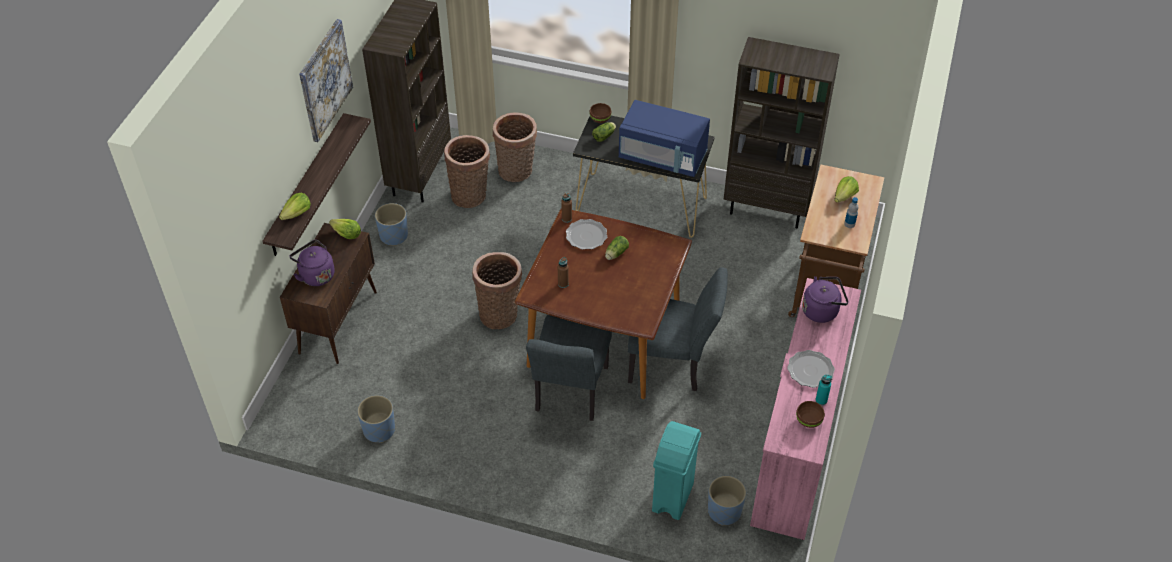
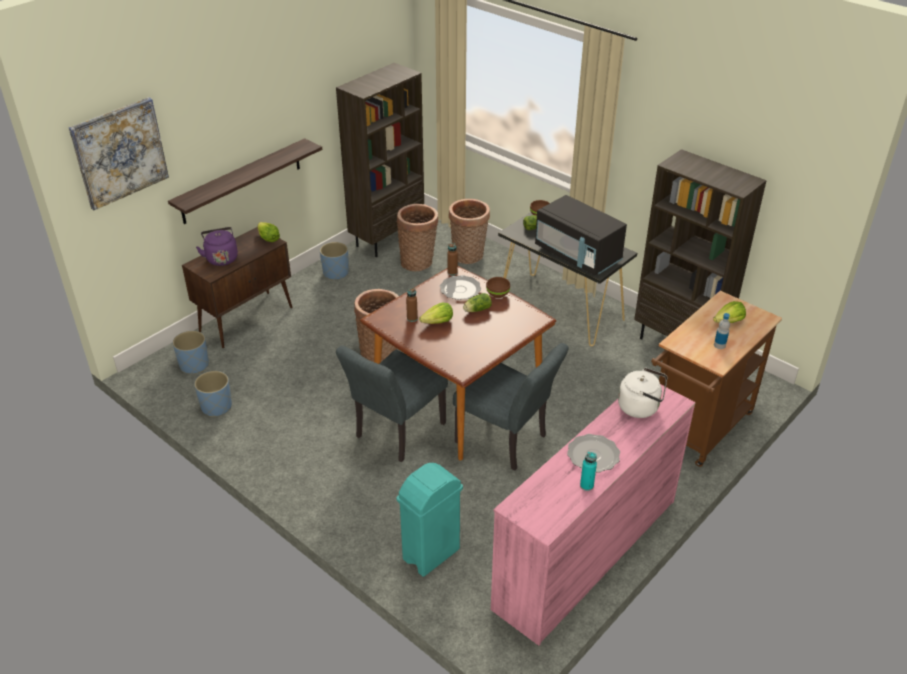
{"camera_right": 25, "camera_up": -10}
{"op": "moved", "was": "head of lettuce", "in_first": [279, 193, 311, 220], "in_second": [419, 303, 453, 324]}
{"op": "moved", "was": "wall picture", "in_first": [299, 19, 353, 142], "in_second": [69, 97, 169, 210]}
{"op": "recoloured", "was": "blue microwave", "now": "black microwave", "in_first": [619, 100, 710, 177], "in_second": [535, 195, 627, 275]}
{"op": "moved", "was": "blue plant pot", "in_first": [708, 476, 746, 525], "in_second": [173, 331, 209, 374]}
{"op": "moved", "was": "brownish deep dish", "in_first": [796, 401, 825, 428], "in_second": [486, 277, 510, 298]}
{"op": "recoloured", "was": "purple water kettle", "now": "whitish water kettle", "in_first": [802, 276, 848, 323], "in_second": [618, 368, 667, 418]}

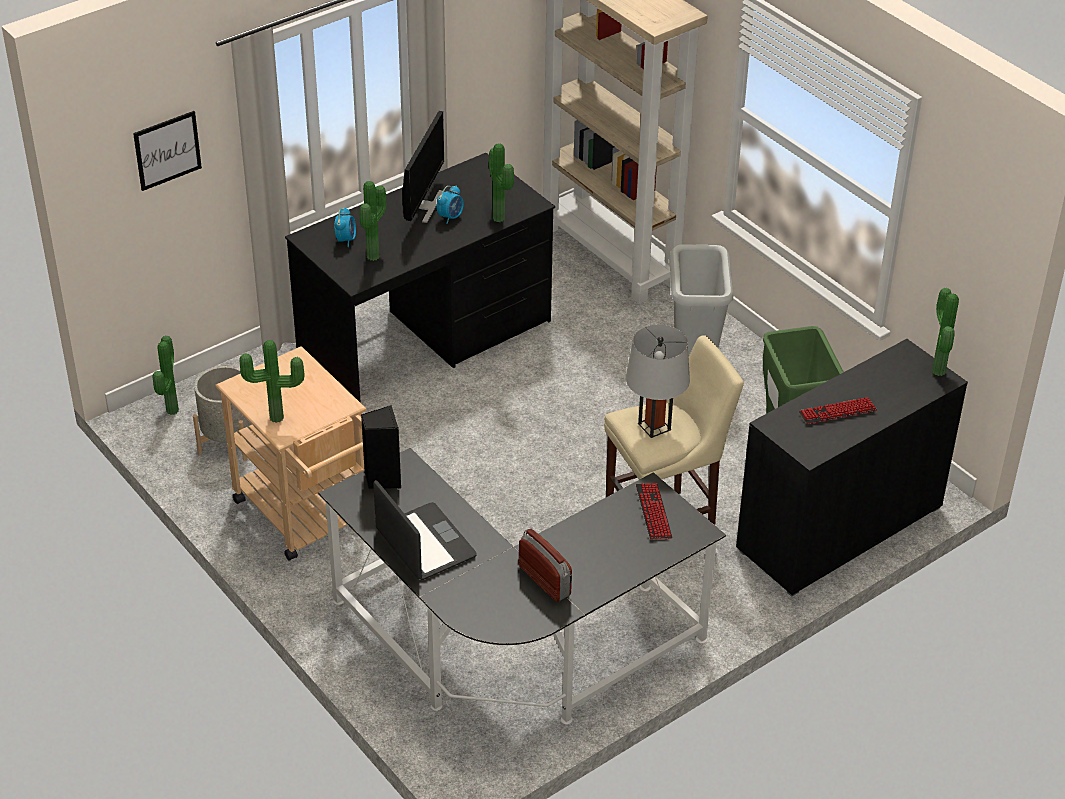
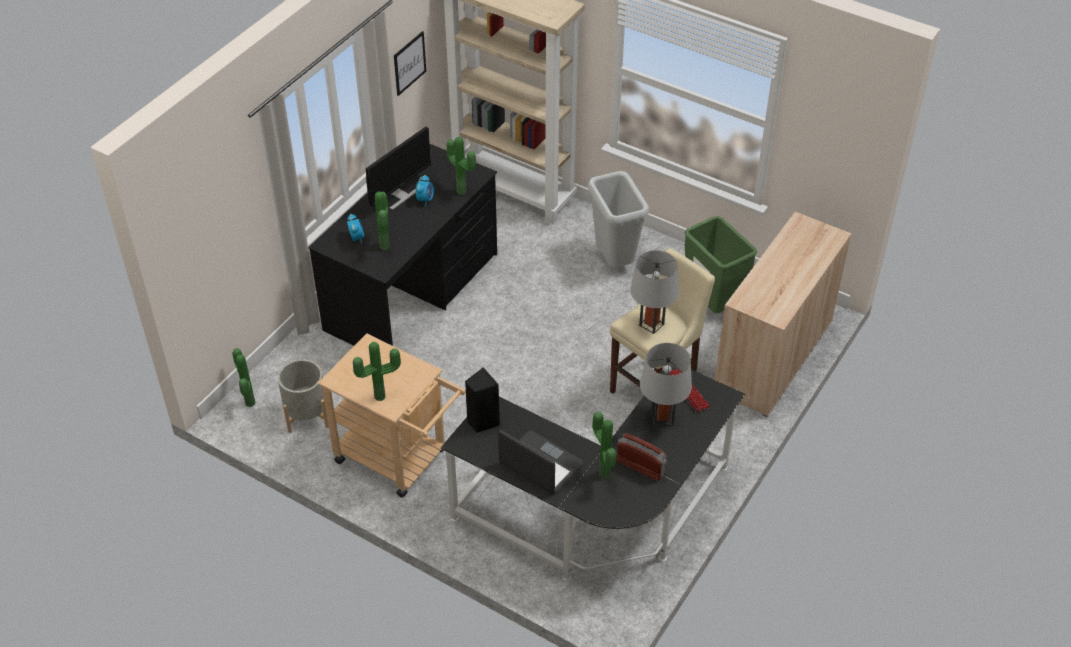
{"camera_right": -20, "camera_up": 5}
{"op": "moved", "was": "wall picture", "in_first": [133, 111, 202, 191], "in_second": [394, 31, 426, 96]}
{"op": "turned", "was": "computer screen", "in_first": [403, 111, 444, 223], "in_second": [366, 127, 431, 210], "clockwise": 45}
{"op": "recoloured", "was": "black cupboard", "now": "sand-coloured cupboard", "in_first": [736, 339, 968, 597], "in_second": [715, 212, 852, 417]}
{"op": "removed", "was": "PC keyboard", "in_first": [799, 397, 877, 424]}
{"op": "moved", "was": "potted plant", "in_first": [932, 288, 959, 376], "in_second": [592, 412, 617, 479]}
{"op": "added", "now": "greyish tabletop lamp", "in_second": [640, 343, 692, 427]}

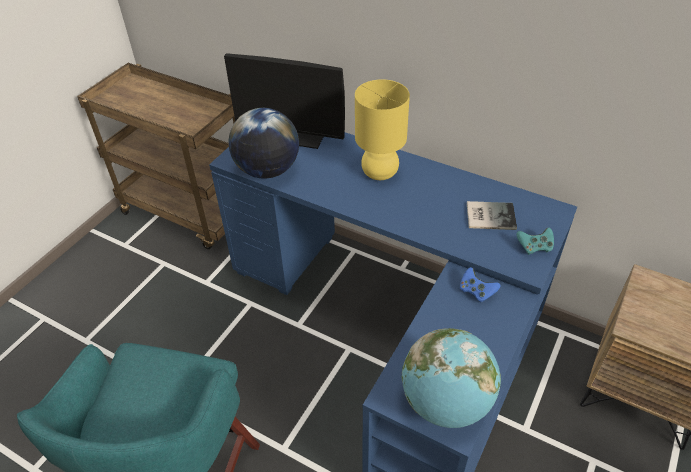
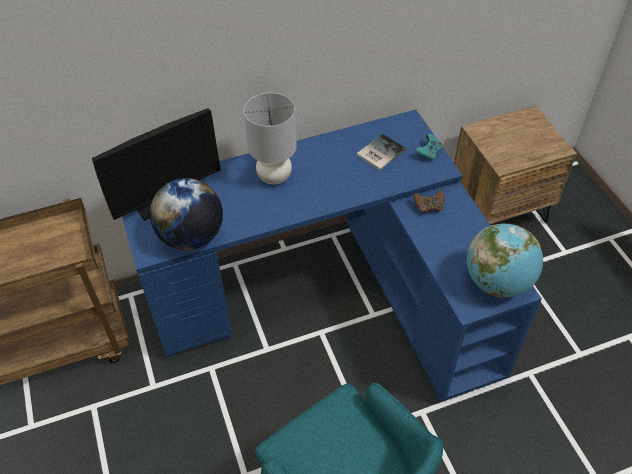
{"camera_right": -50, "camera_up": 5}
{"op": "recoloured", "was": "yellow-coloured tabletop lamp", "now": "greyish tabletop lamp", "in_first": [355, 79, 410, 180], "in_second": [244, 93, 297, 185]}
{"op": "recoloured", "was": "blue joypad", "now": "brownish joypad", "in_first": [460, 267, 501, 302], "in_second": [413, 190, 444, 214]}

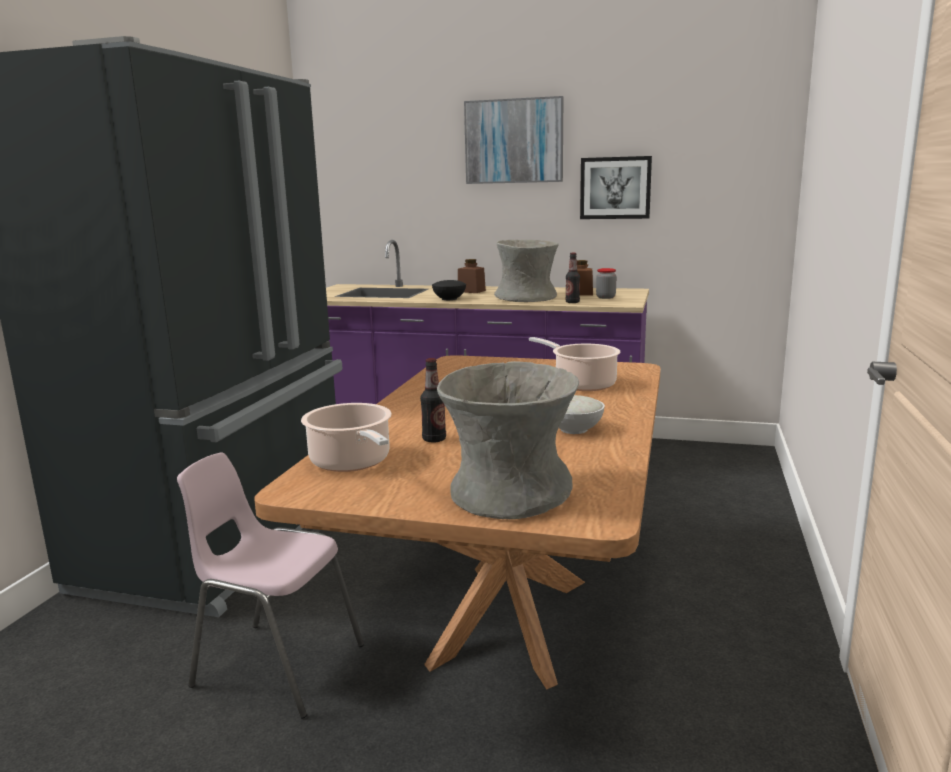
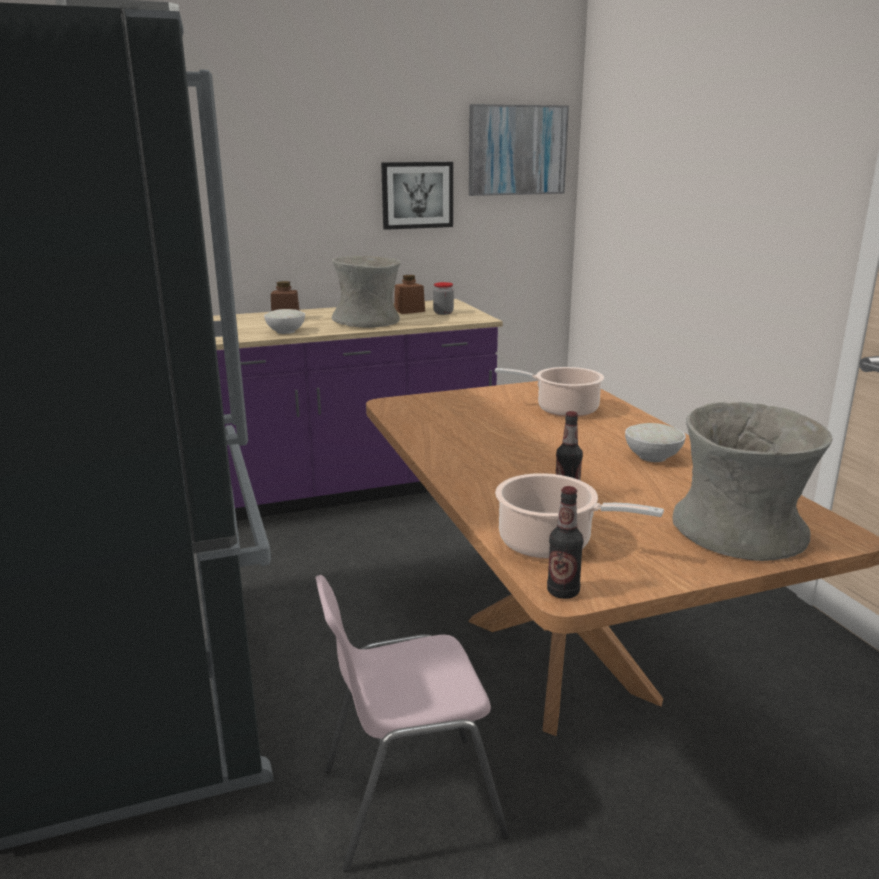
{"camera_right": -35, "camera_up": 5}
{"op": "recoloured", "was": "black deep dish", "now": "whitish deep dish", "in_first": [432, 280, 466, 300], "in_second": [264, 309, 305, 334]}
{"op": "moved", "was": "wall picture", "in_first": [464, 96, 563, 184], "in_second": [469, 104, 569, 196]}
{"op": "moved", "was": "beverage bottle", "in_first": [565, 253, 580, 303], "in_second": [547, 486, 583, 599]}

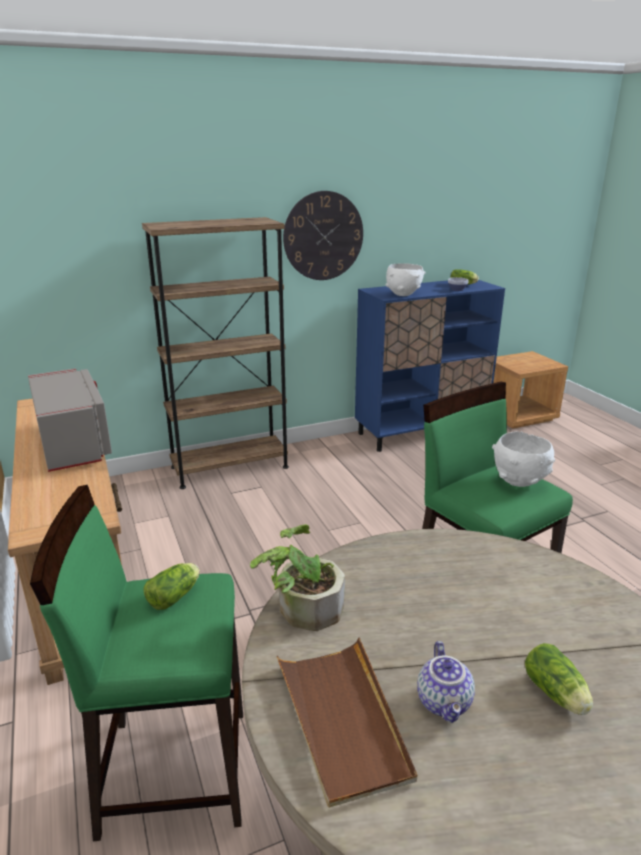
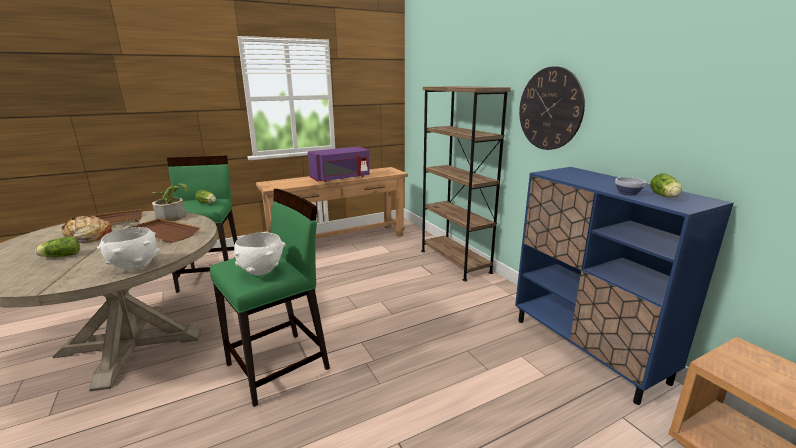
{"camera_right": 85, "camera_up": -5}
{"op": "recoloured", "was": "greyish microwave", "now": "purple microwave", "in_first": [28, 368, 112, 472], "in_second": [308, 146, 370, 182]}
{"op": "moved", "was": "whitish deep dish", "in_first": [386, 263, 426, 296], "in_second": [97, 227, 160, 270]}
{"op": "replaced", "was": "teapot", "now": "baked bread", "in_first": [417, 641, 475, 723], "in_second": [63, 216, 112, 243]}
{"op": "added", "now": "brownish serving tray", "in_second": [128, 219, 200, 243]}

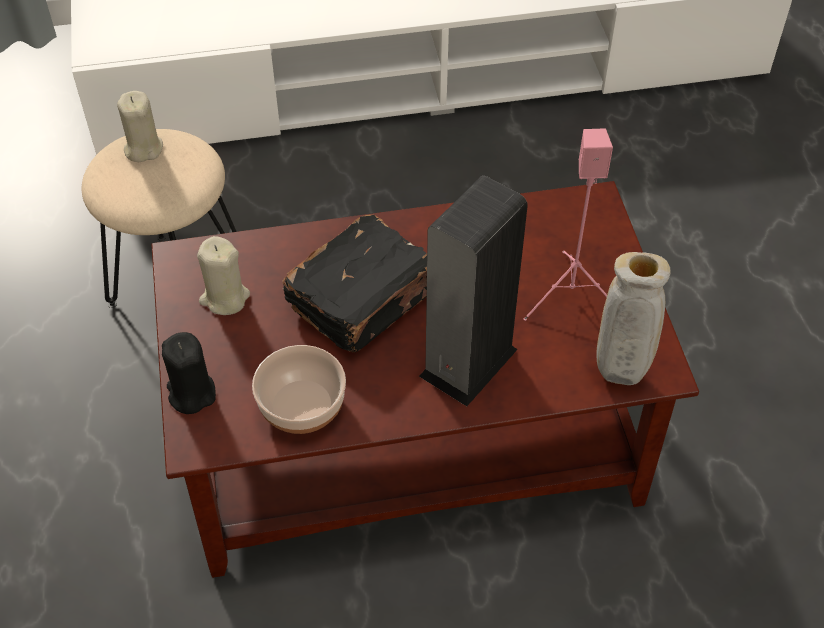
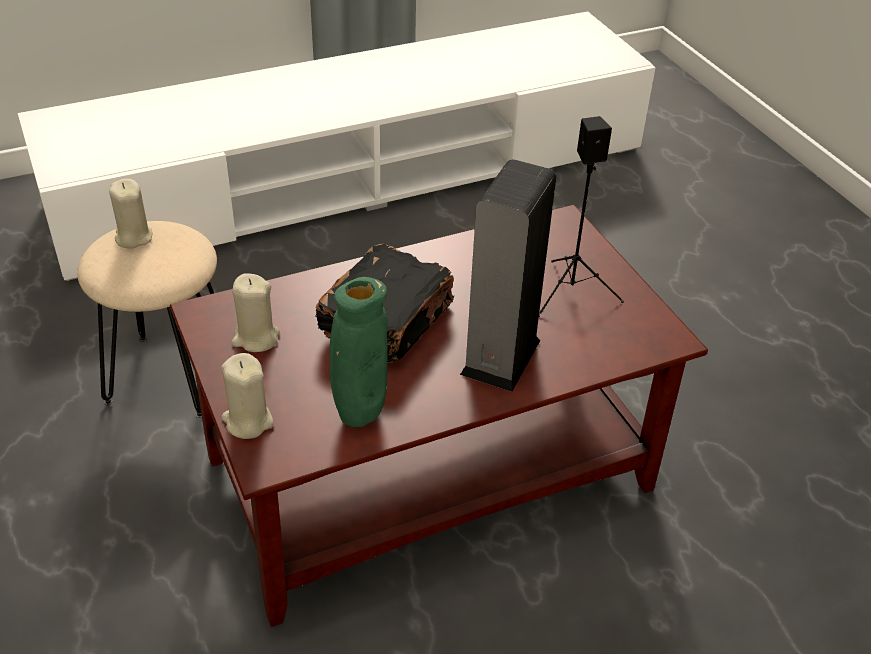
{"camera_right": -15, "camera_up": -10}
{"op": "recoloured", "was": "black candle", "now": "sand-coloured candle", "in_first": [162, 332, 216, 414], "in_second": [221, 353, 274, 439]}
{"op": "replaced", "was": "deep dish", "now": "greenish decorative vase", "in_first": [252, 345, 346, 434], "in_second": [330, 277, 388, 427]}
{"op": "recoloured", "was": "pink-coloured speaker", "now": "black speaker", "in_first": [523, 128, 613, 321], "in_second": [539, 116, 624, 317]}
{"op": "removed", "was": "sand-coloured decorative vase", "in_first": [596, 252, 671, 385]}

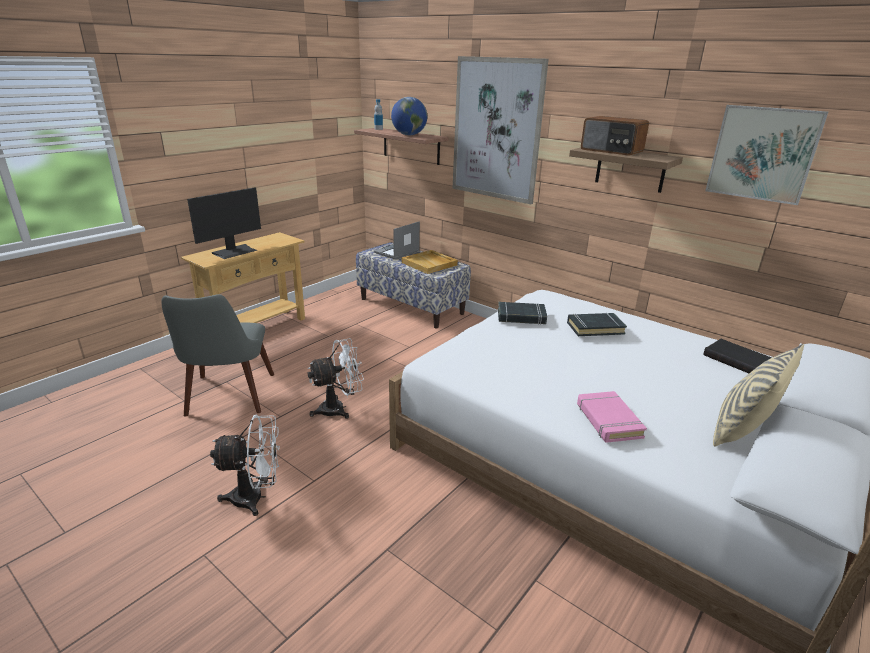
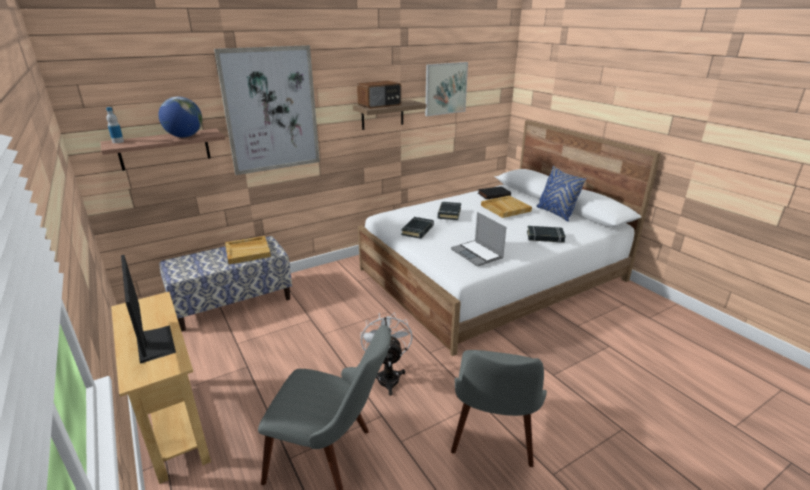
{"camera_right": -70, "camera_up": 0}
{"op": "replaced", "was": "whitish electric fan", "now": "greyish upright chair", "in_first": [210, 415, 280, 516], "in_second": [451, 350, 547, 467]}
{"op": "moved", "was": "notebook computer", "in_first": [374, 221, 420, 259], "in_second": [451, 212, 506, 267]}
{"op": "recoloured", "was": "pink-coloured book", "now": "black book", "in_first": [577, 391, 647, 443], "in_second": [527, 226, 566, 243]}
{"op": "recoloured", "was": "sand-coloured pillow", "now": "blue pillow", "in_first": [713, 344, 804, 447], "in_second": [536, 166, 586, 221]}
{"op": "added", "now": "sand-coloured serving tray", "in_second": [481, 196, 532, 218]}

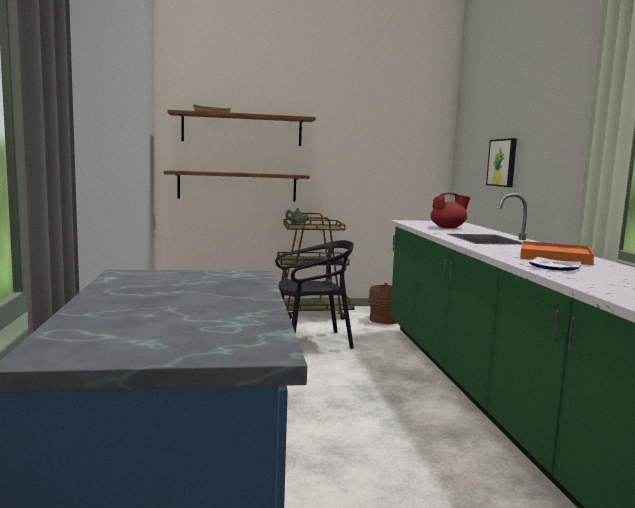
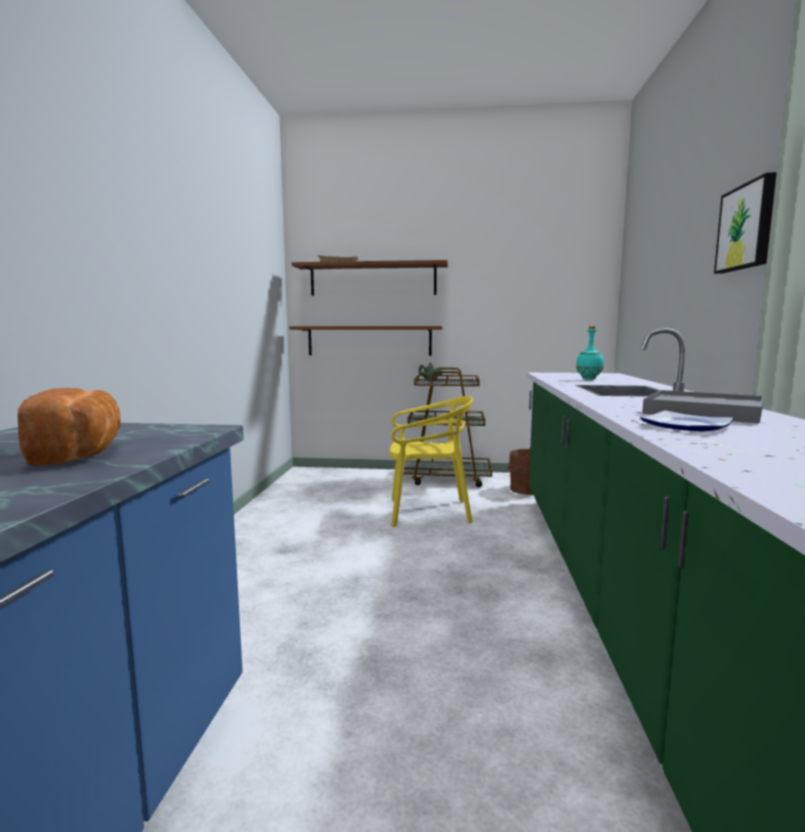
{"camera_right": 15, "camera_up": 0}
{"op": "recoloured", "was": "black upright chair", "now": "yellow-coloured upright chair", "in_first": [275, 240, 354, 349], "in_second": [389, 396, 473, 527]}
{"op": "replaced", "was": "red-coloured teapot", "now": "blue-green beverage bottle", "in_first": [430, 193, 470, 228], "in_second": [576, 326, 604, 380]}
{"op": "moved", "was": "wall picture", "in_first": [486, 138, 517, 187], "in_second": [714, 172, 777, 274]}
{"op": "recoloured", "was": "orangey serving tray", "now": "greyish serving tray", "in_first": [520, 241, 594, 265], "in_second": [642, 390, 764, 424]}
{"op": "added", "now": "baked bread", "in_second": [18, 388, 121, 466]}

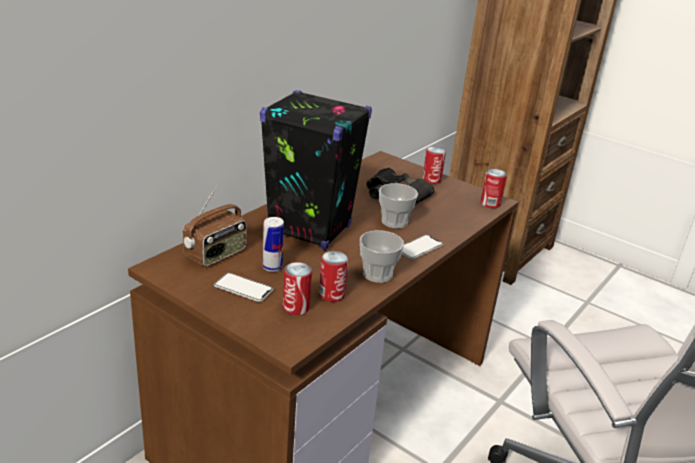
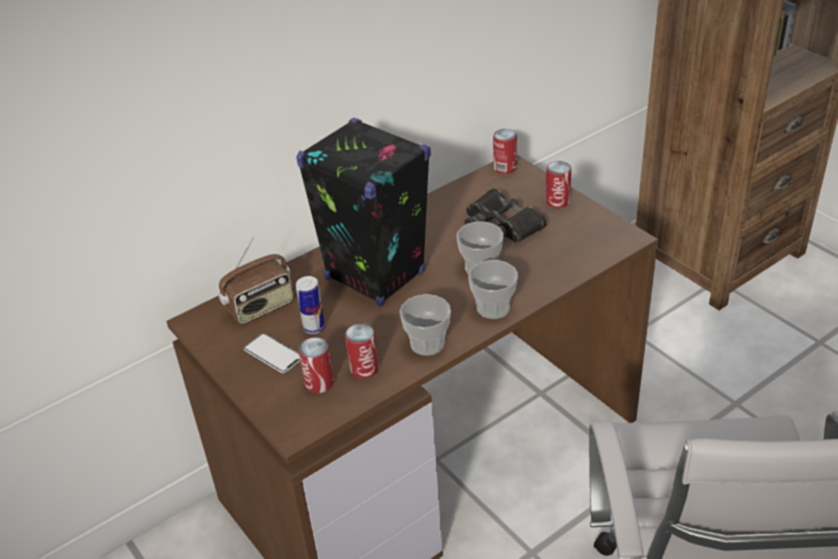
{"camera_right": 20, "camera_up": 10}
{"op": "replaced", "was": "telephone", "now": "drinking cup", "in_first": [402, 235, 443, 259], "in_second": [468, 260, 518, 319]}
{"op": "moved", "was": "sealed can", "in_first": [480, 169, 507, 208], "in_second": [493, 129, 517, 174]}

